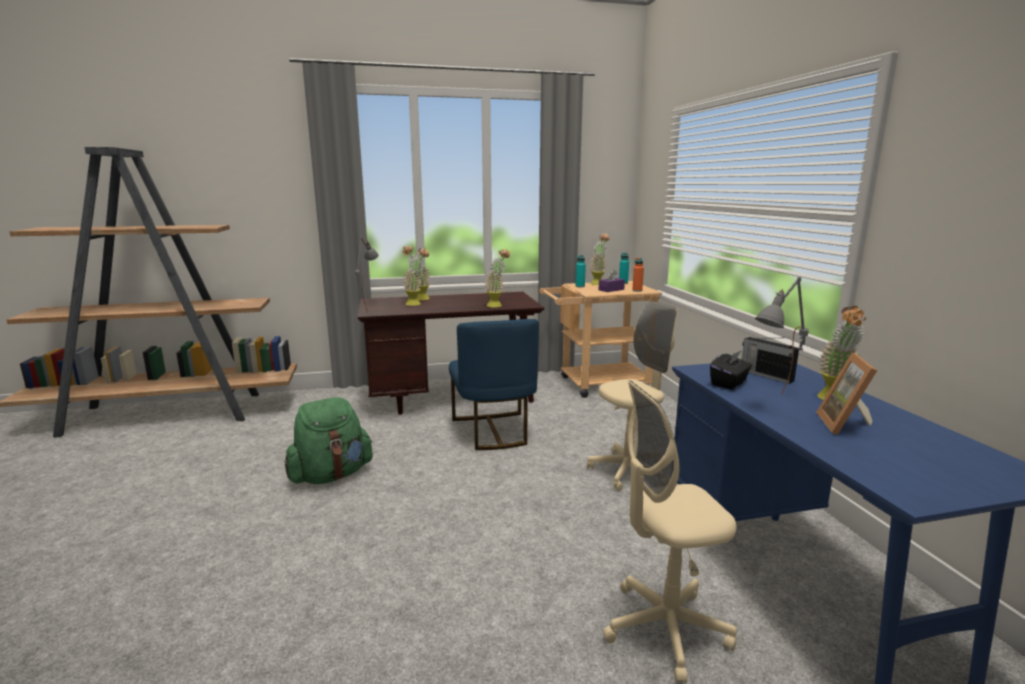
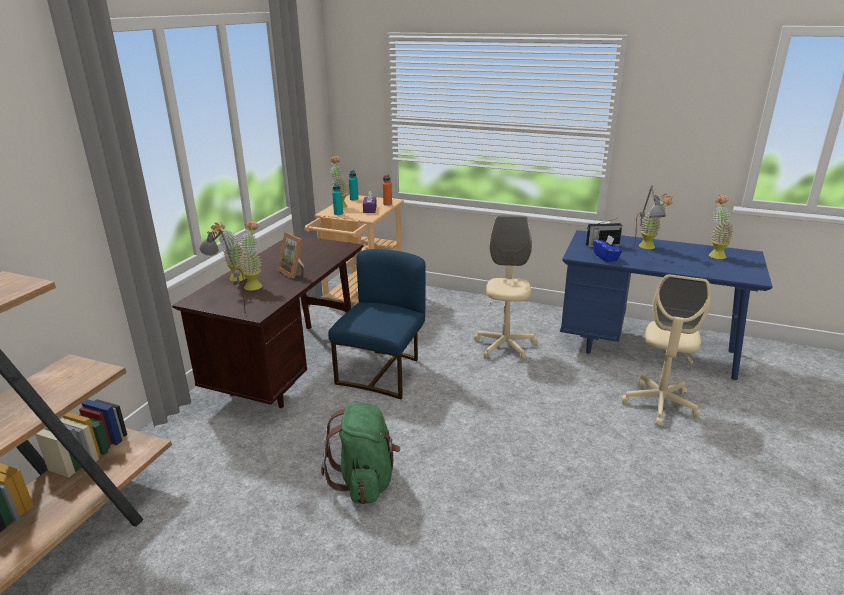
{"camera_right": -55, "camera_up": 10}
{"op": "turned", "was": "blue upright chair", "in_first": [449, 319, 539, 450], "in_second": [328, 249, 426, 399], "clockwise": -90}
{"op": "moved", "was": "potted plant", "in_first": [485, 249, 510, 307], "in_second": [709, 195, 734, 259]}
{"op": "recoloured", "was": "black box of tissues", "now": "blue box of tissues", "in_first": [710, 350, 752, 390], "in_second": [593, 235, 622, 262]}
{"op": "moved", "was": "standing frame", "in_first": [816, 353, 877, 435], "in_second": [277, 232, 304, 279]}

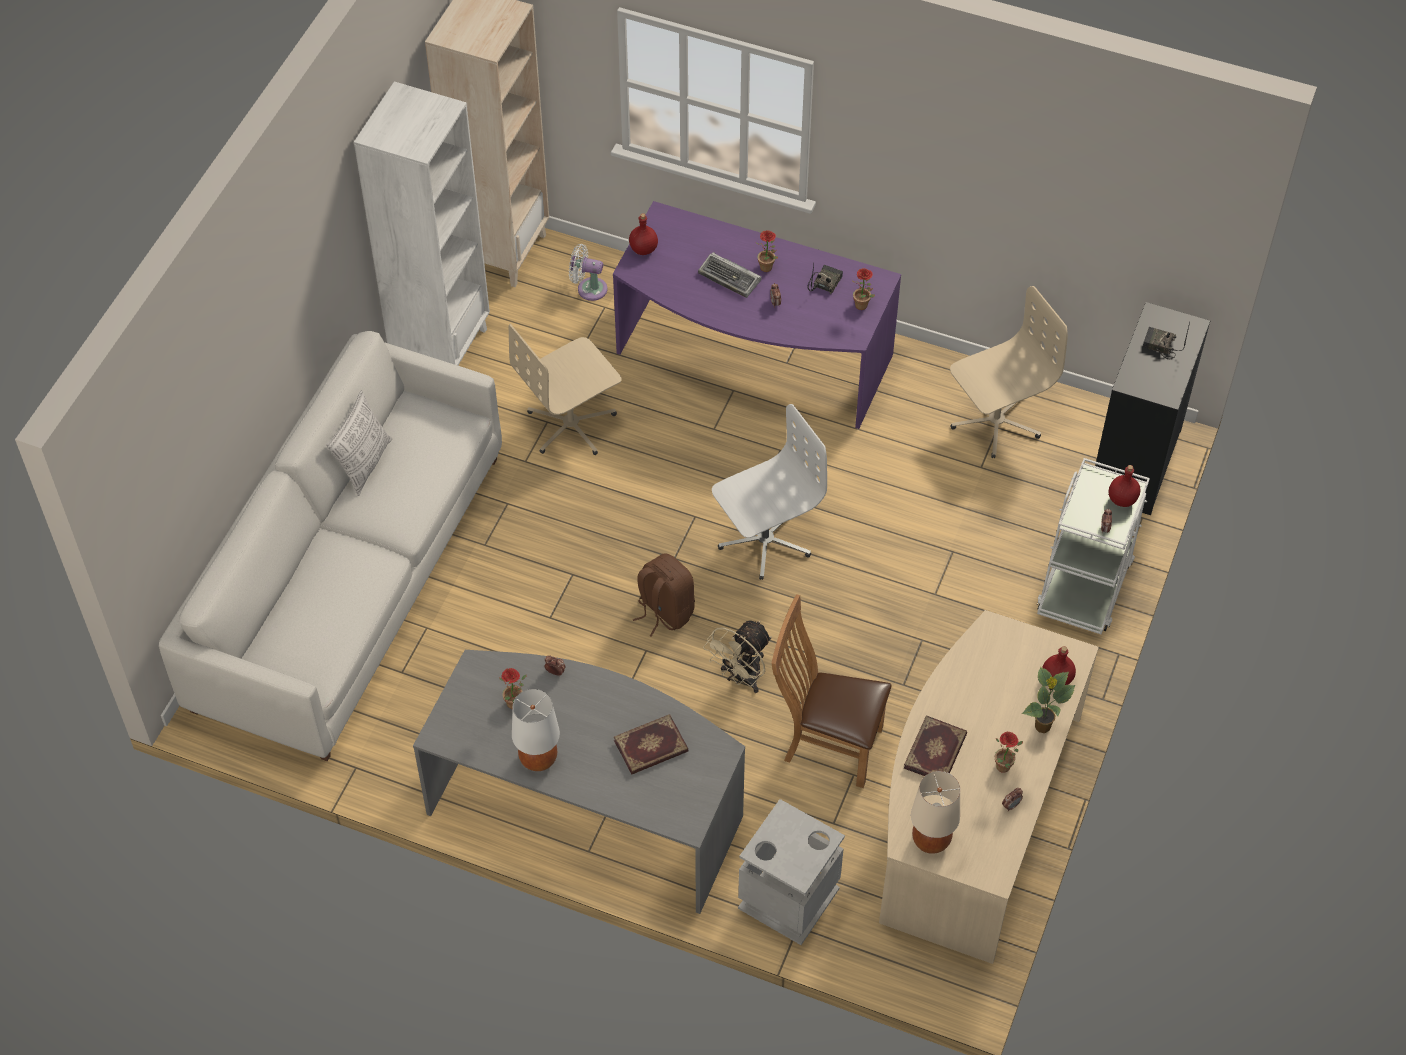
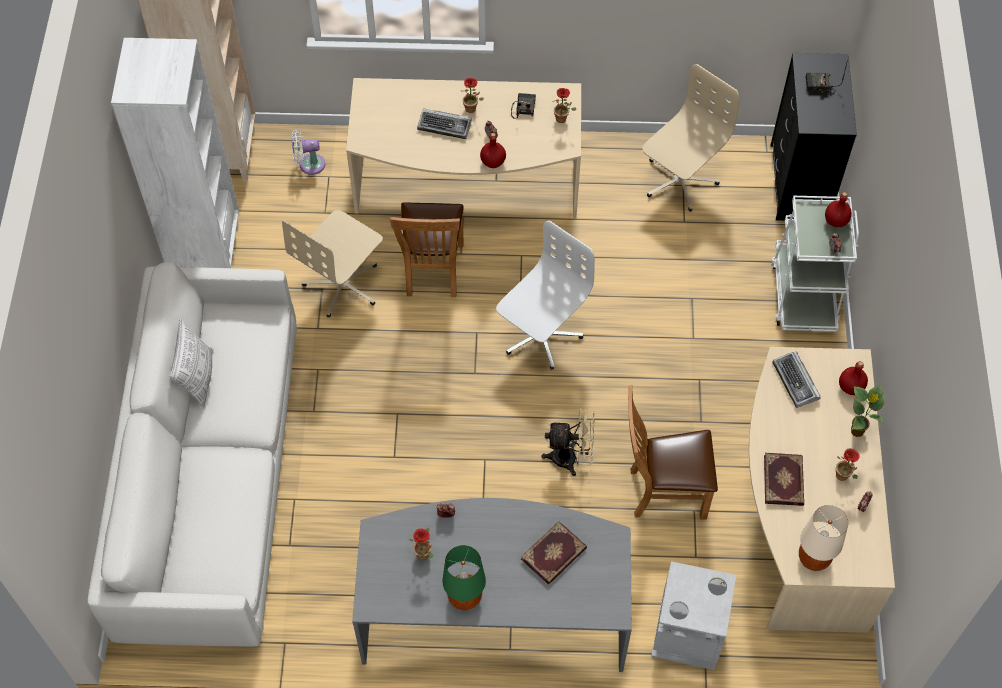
{"camera_right": -20, "camera_up": 5}
{"op": "recoloured", "was": "whitish tabletop lamp", "now": "greenish tabletop lamp", "in_first": [512, 689, 560, 771], "in_second": [442, 545, 486, 610]}
{"op": "recoloured", "was": "purple desk unit", "now": "sand-coloured desk unit", "in_first": [613, 201, 901, 429], "in_second": [346, 78, 581, 219]}
{"op": "moved", "was": "red-coloured beverage bottle", "in_first": [629, 213, 658, 255], "in_second": [480, 133, 506, 168]}
{"op": "removed", "was": "brownish backpack", "in_first": [633, 553, 695, 637]}
{"op": "turned", "was": "sand-coloured electric fan", "in_first": [703, 621, 772, 693], "in_second": [542, 408, 595, 476], "clockwise": -105}
{"op": "added", "now": "brownish upright chair", "in_second": [389, 202, 464, 297]}
{"op": "added", "now": "PC keyboard", "in_second": [772, 352, 821, 408]}

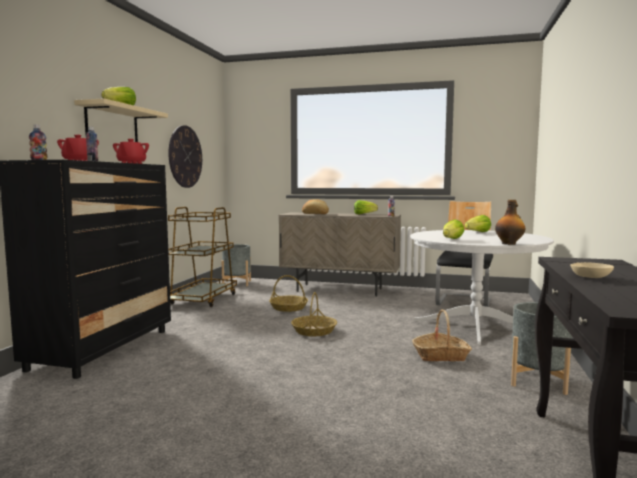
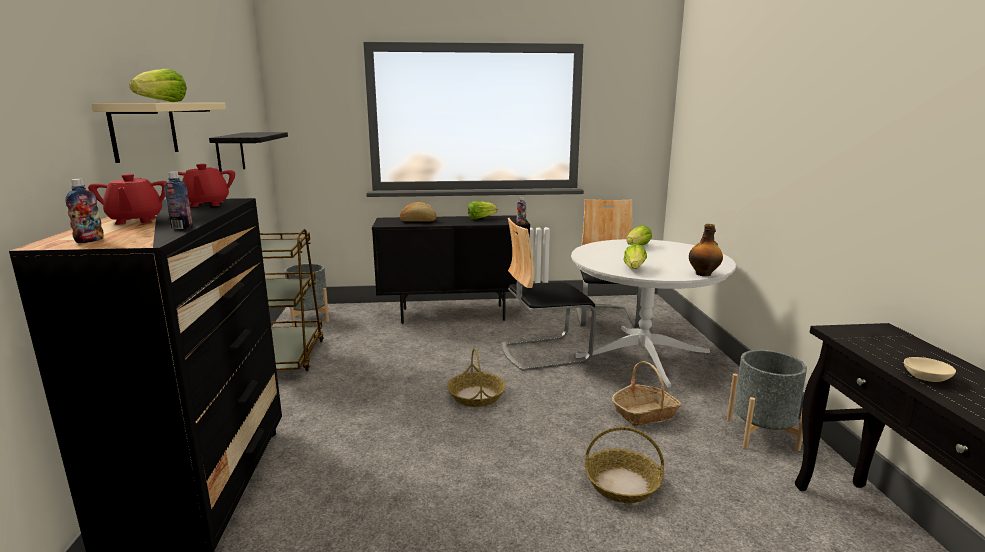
{"camera_right": -20, "camera_up": 10}
{"op": "replaced", "was": "hanging clock", "now": "black shelf", "in_first": [168, 125, 202, 188], "in_second": [209, 132, 288, 176]}
{"op": "moved", "was": "household basket", "in_first": [269, 275, 308, 312], "in_second": [585, 427, 664, 503]}
{"op": "recoloured", "was": "sand-coloured cupboard", "now": "black cupboard", "in_first": [278, 212, 401, 297], "in_second": [372, 215, 530, 324]}
{"op": "added", "now": "upright chair", "in_second": [502, 218, 596, 371]}

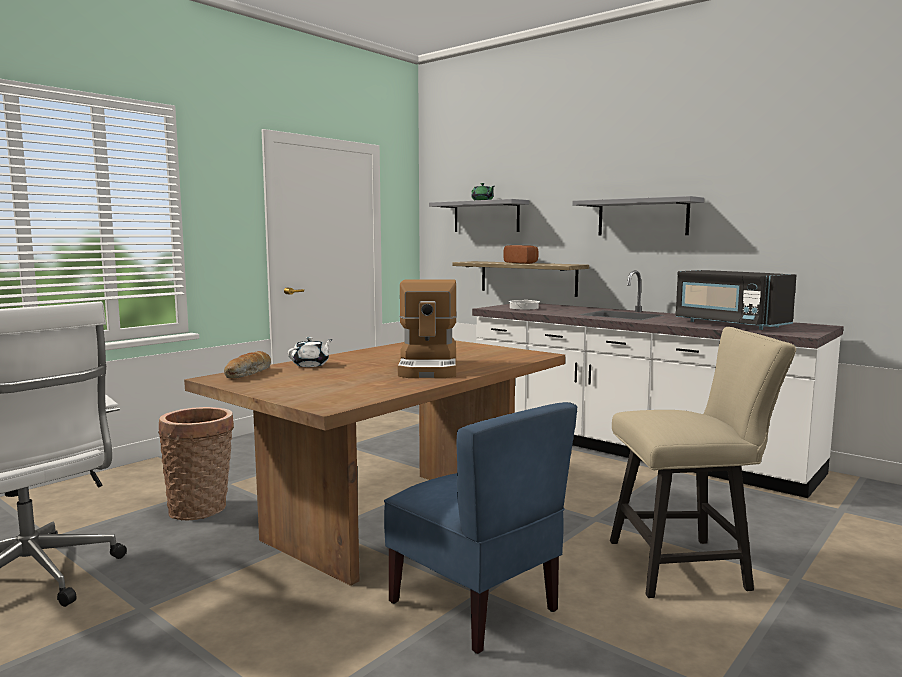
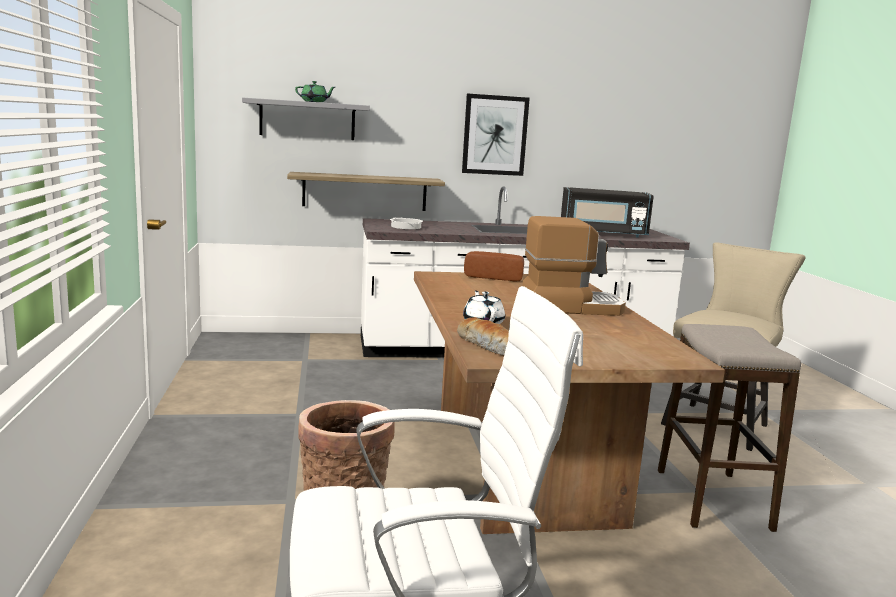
{"camera_right": -50, "camera_up": 5}
{"op": "replaced", "was": "blue upright chair", "now": "stool seat", "in_first": [384, 402, 577, 654], "in_second": [658, 324, 801, 532]}
{"op": "turned", "was": "coffee maker", "in_first": [398, 280, 457, 378], "in_second": [522, 216, 626, 316], "clockwise": -45}
{"op": "moved", "was": "baked bread", "in_first": [503, 245, 539, 264], "in_second": [464, 251, 524, 281]}
{"op": "replaced", "was": "greyish shelf", "now": "wall picture", "in_first": [572, 196, 704, 235], "in_second": [462, 94, 530, 176]}

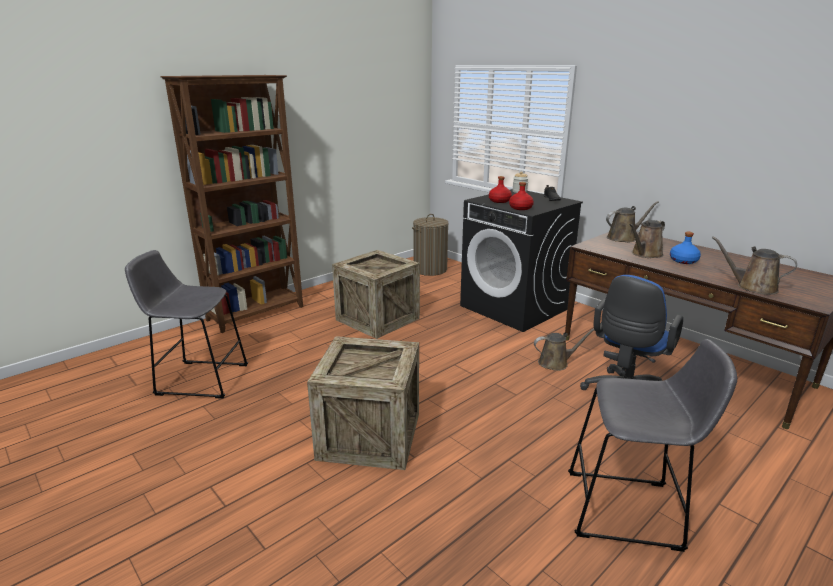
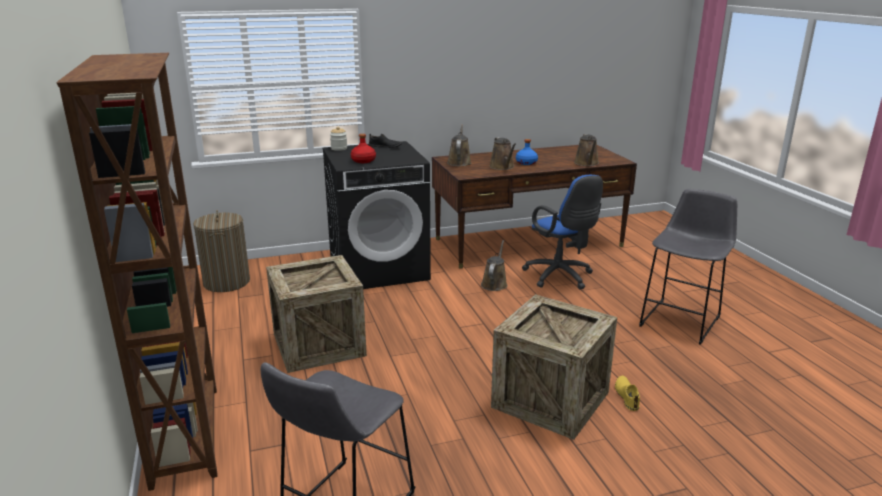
{"camera_right": -65, "camera_up": 0}
{"op": "removed", "was": "red-coloured beverage bottle", "in_first": [509, 182, 534, 210]}
{"op": "turned", "was": "brownish watering can", "in_first": [712, 237, 797, 295], "in_second": [574, 134, 599, 166], "clockwise": -60}
{"op": "added", "now": "yellow-coloured shoe", "in_second": [615, 376, 640, 411]}

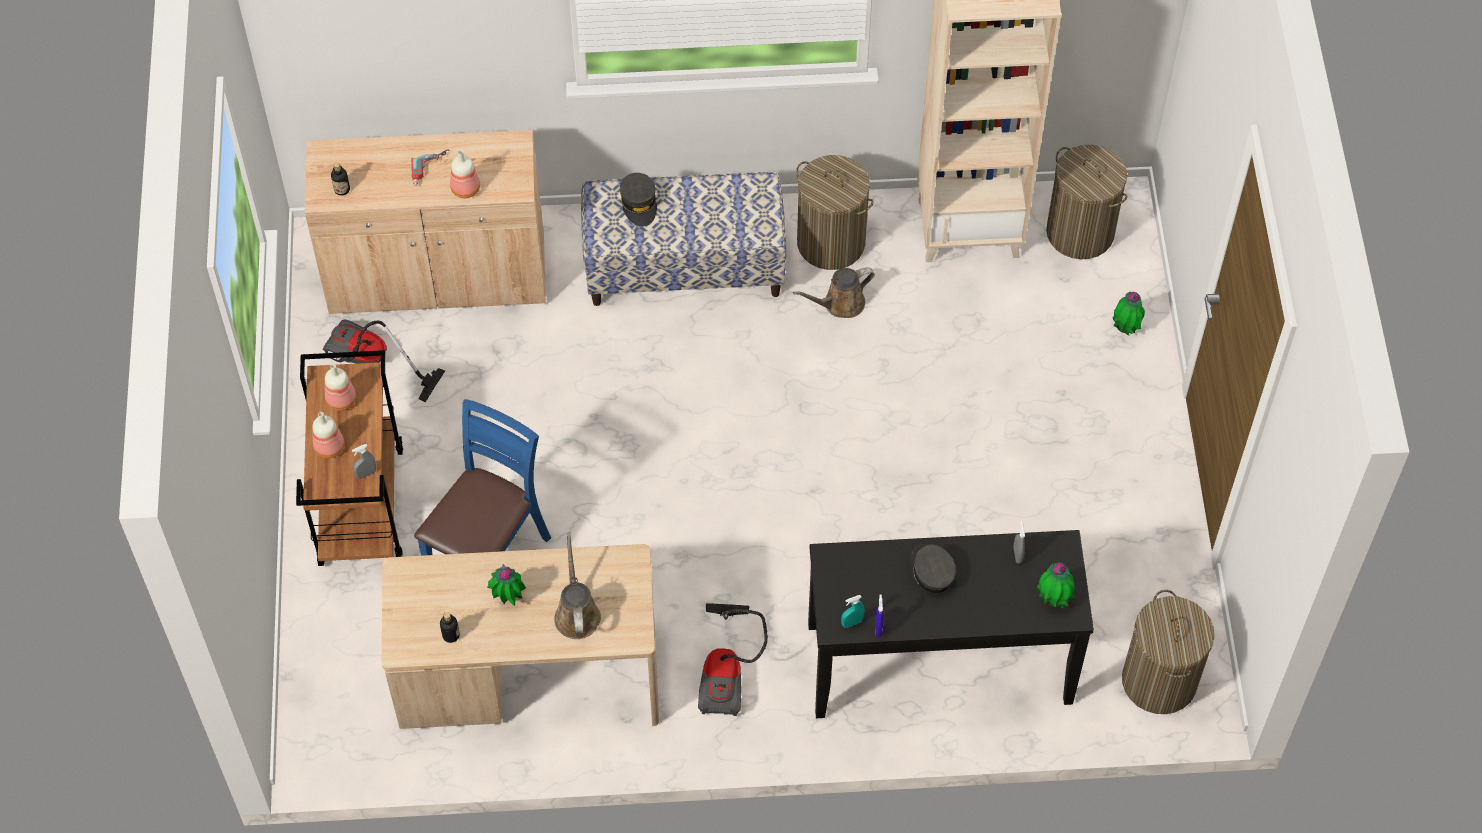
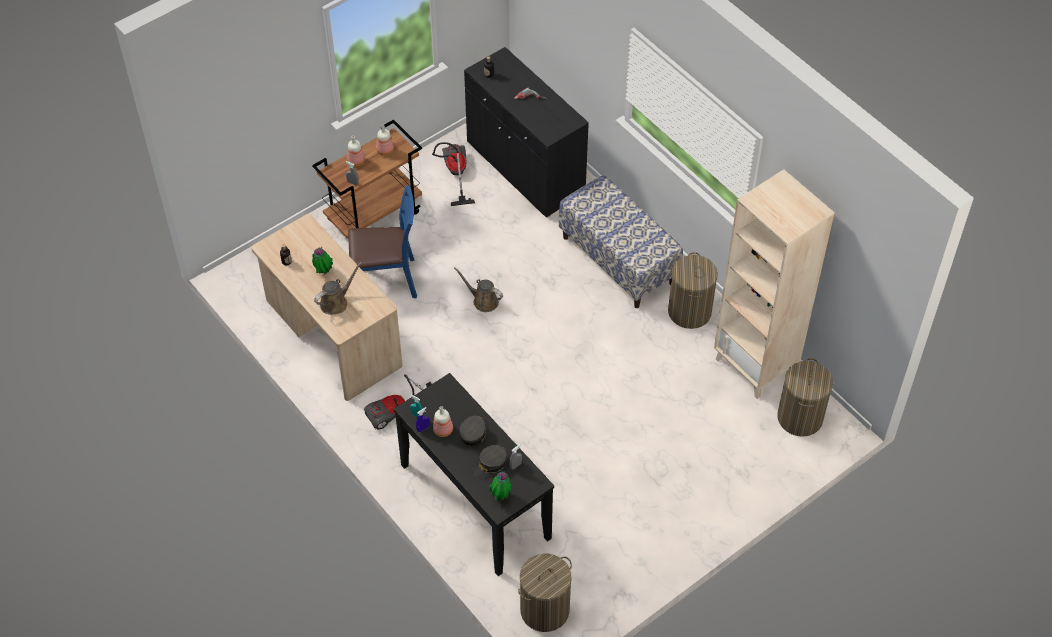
{"camera_right": 55, "camera_up": -5}
{"op": "recoloured", "was": "sand-coloured cupboard", "now": "black cupboard", "in_first": [305, 130, 546, 314], "in_second": [464, 47, 589, 218]}
{"op": "moved", "was": "beverage bottle", "in_first": [450, 150, 480, 198], "in_second": [433, 406, 453, 437]}
{"op": "moved", "was": "greyish peaked cap", "in_first": [620, 173, 657, 227], "in_second": [474, 445, 507, 480]}
{"op": "moved", "was": "brownish watering can", "in_first": [793, 267, 875, 318], "in_second": [454, 267, 503, 312]}
{"op": "removed", "was": "potted plant", "in_first": [1112, 292, 1145, 336]}

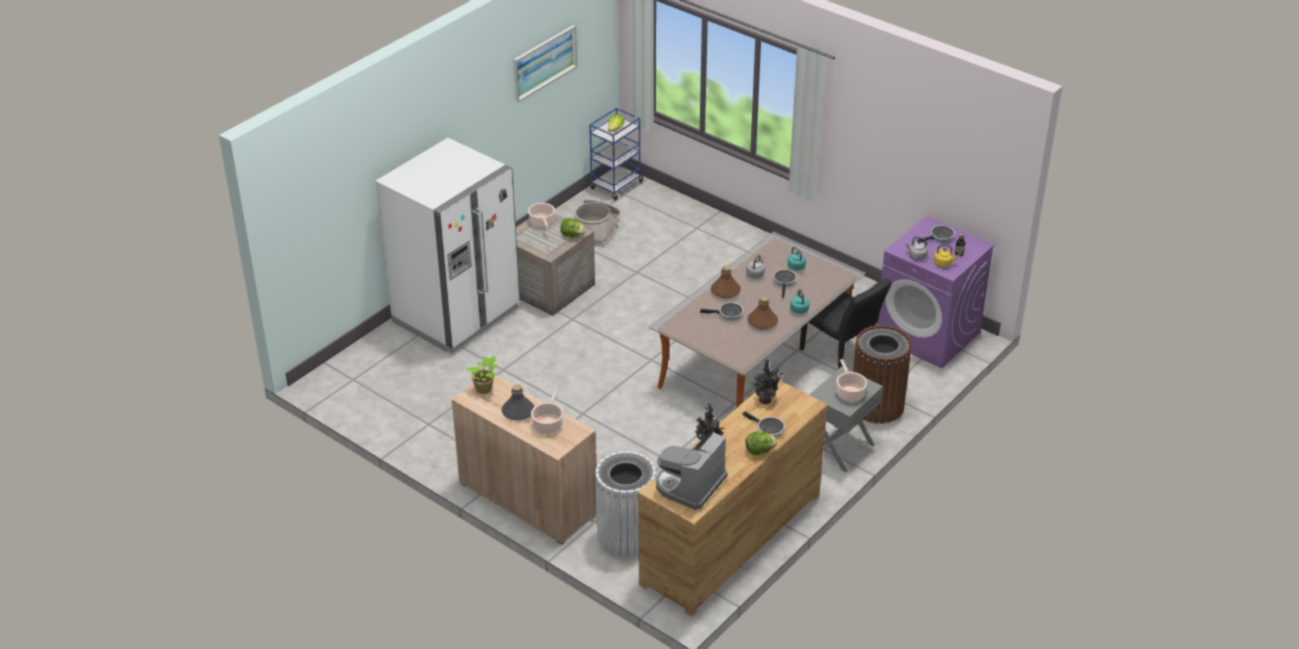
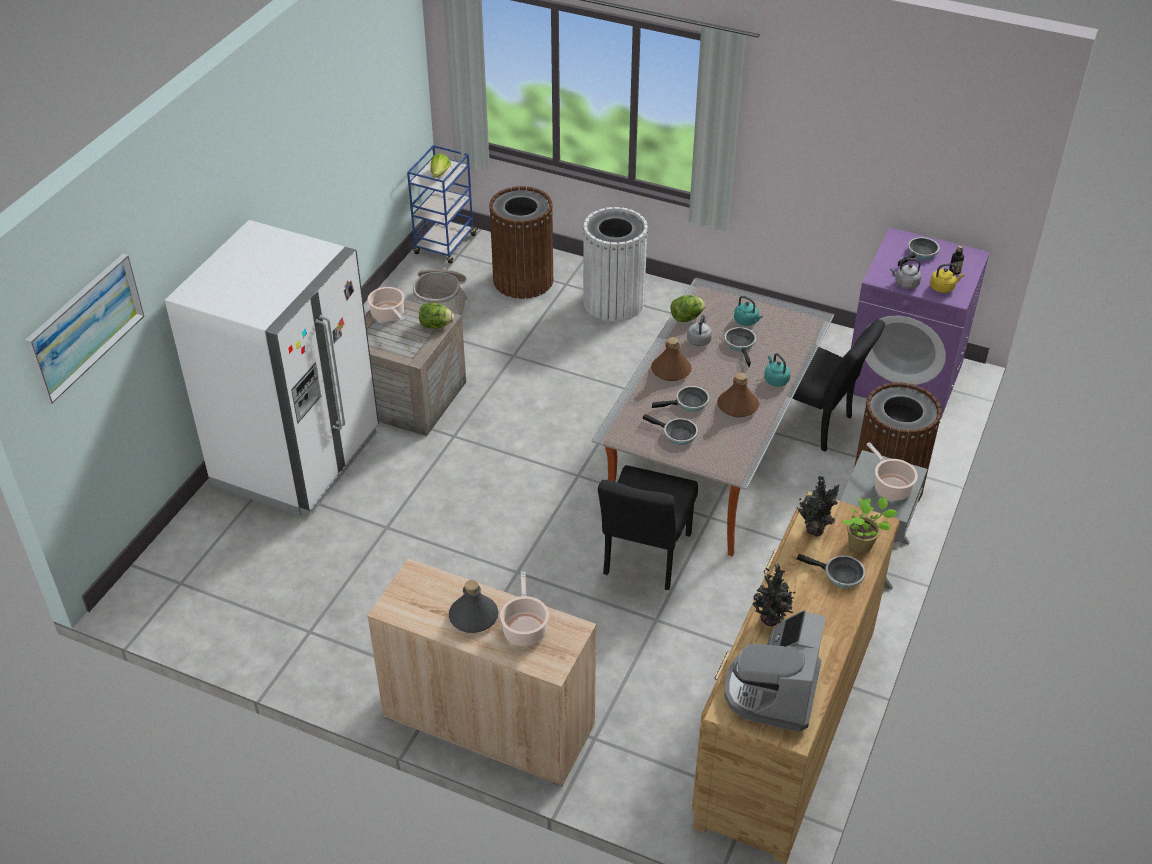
{"camera_right": -15, "camera_up": 5}
{"op": "moved", "was": "potted plant", "in_first": [466, 356, 498, 394], "in_second": [842, 496, 898, 553]}
{"op": "moved", "was": "wall picture", "in_first": [513, 25, 577, 102], "in_second": [25, 254, 144, 404]}
{"op": "moved", "was": "whitish trash can", "in_first": [595, 451, 656, 558], "in_second": [583, 207, 648, 321]}
{"op": "moved", "was": "head of lettuce", "in_first": [745, 431, 777, 455], "in_second": [670, 295, 705, 322]}
{"op": "added", "now": "brownish trash can", "in_second": [489, 186, 553, 299]}
{"op": "added", "now": "black upright chair", "in_second": [598, 465, 698, 590]}
{"op": "added", "now": "frying pan", "in_second": [643, 414, 698, 445]}

